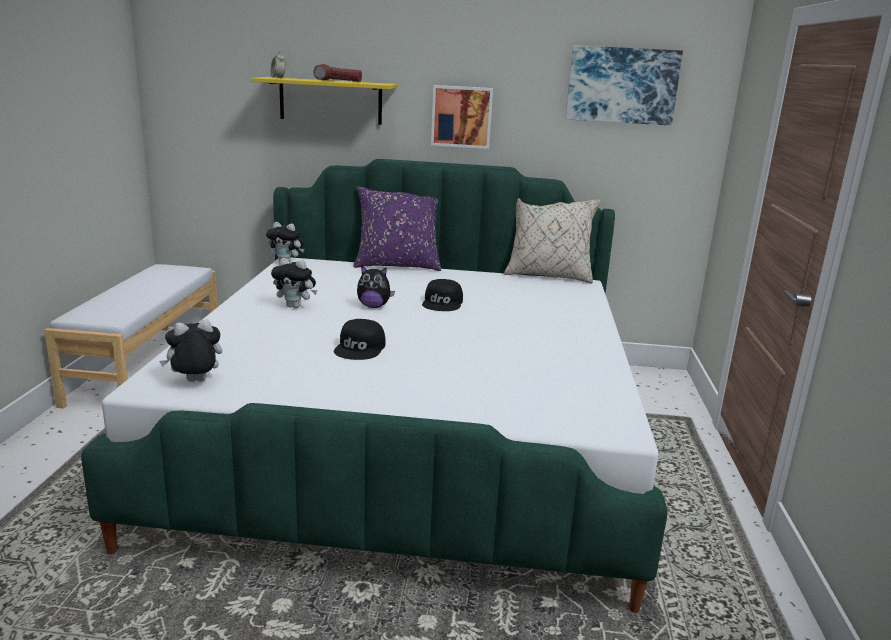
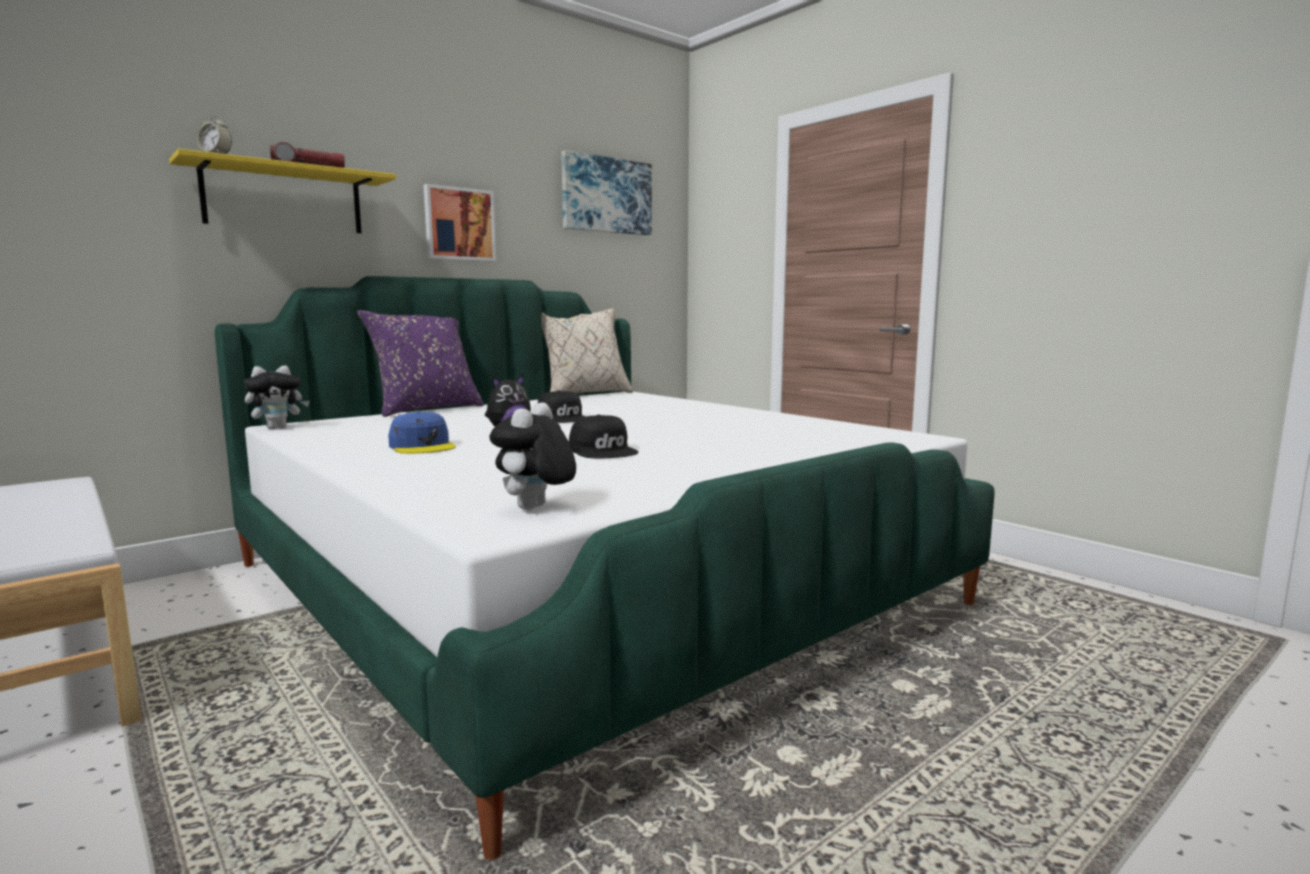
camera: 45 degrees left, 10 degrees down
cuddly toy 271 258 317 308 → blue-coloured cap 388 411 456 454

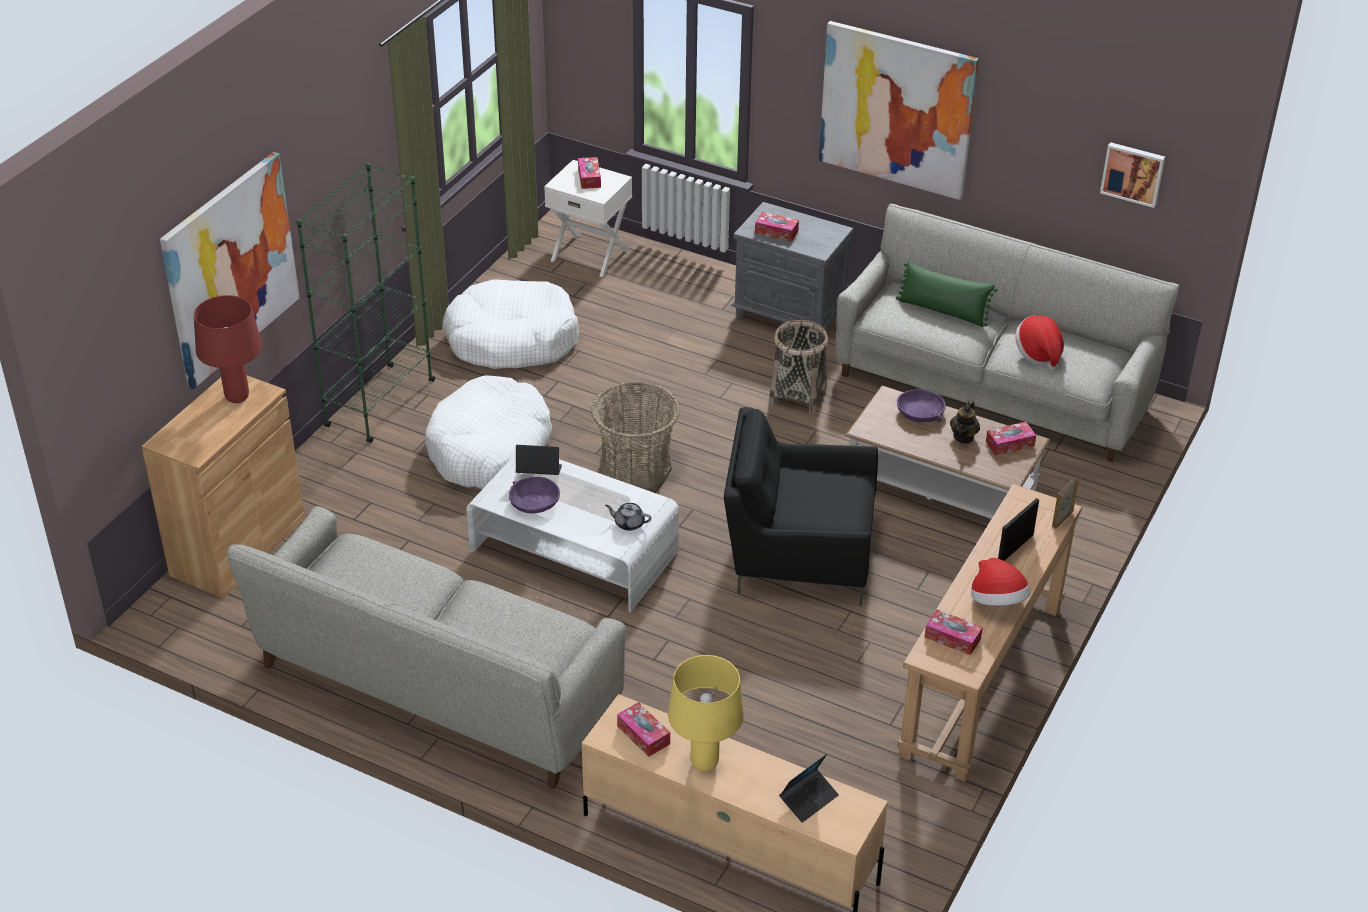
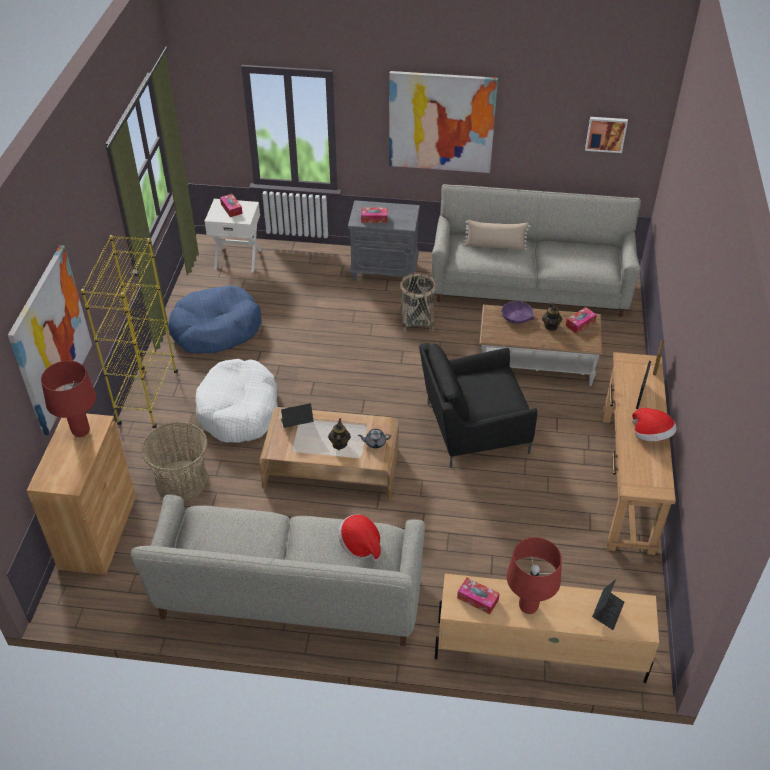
camera: 20 degrees left, 5 degrees up
purple bowl 509 477 560 514 → -
tissue box 925 609 983 655 → -
- → pot for tea 328 418 351 450
basket 591 381 680 489 → basket 141 421 209 502, shifted
clothing hat 1015 315 1064 371 → clothing hat 338 514 381 562, shifted
greenish bookcase 297 163 435 443 → yellowish bookcase 81 235 178 428
whitish dog cushion 443 279 579 369 → blue-coloured dog cushion 168 285 262 354
whitish coffee table 467 453 679 613 → brownish coffee table 259 407 399 502
yellowish table lamp 668 655 744 772 → red-coloured table lamp 507 537 562 614
greenish throw pillow 896 261 997 327 → beige throw pillow 463 220 530 251

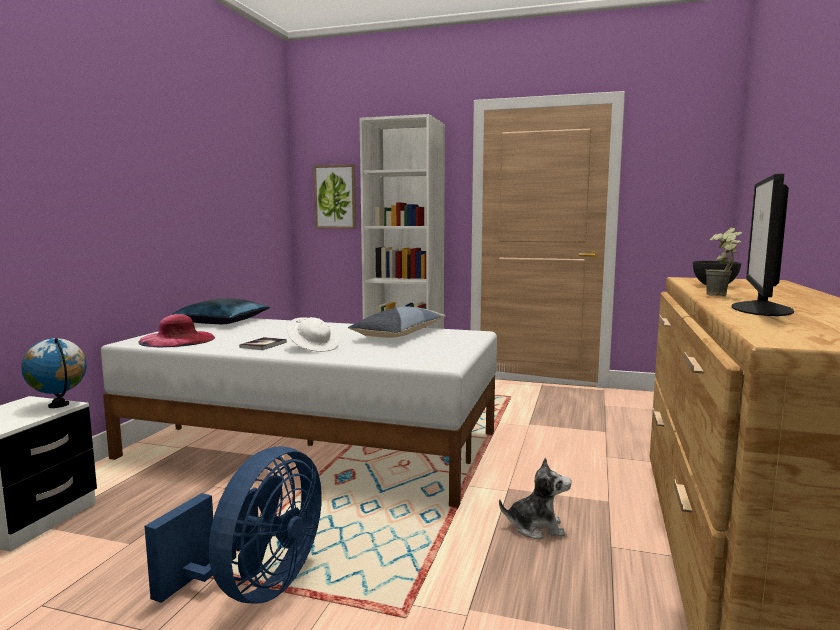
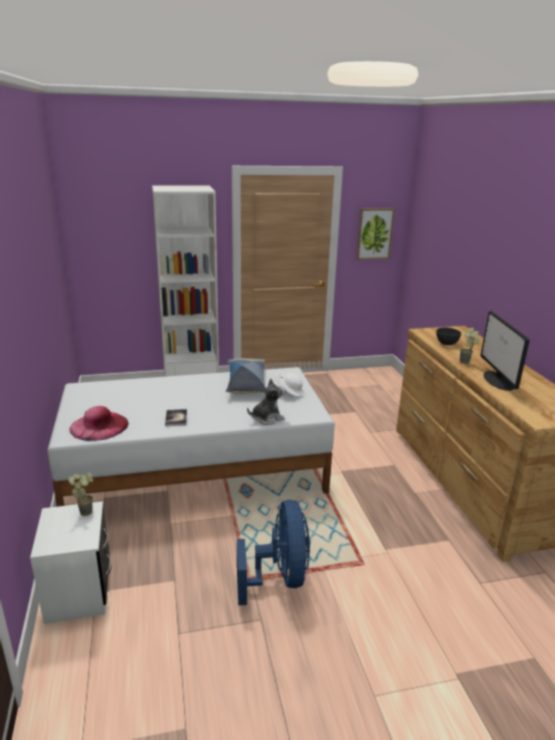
camera: 30 degrees left, 15 degrees up
blue-coloured throw pillow 171 298 270 324 → -
whitish clothing hat 287 317 340 352 → whitish clothing hat 276 372 306 397, shifted
wall picture 313 164 356 229 → wall picture 356 208 395 260, shifted
cuddly toy 499 457 571 539 → cuddly toy 247 379 286 425, shifted
desk globe 21 338 87 408 → plant in a pot 68 472 93 516

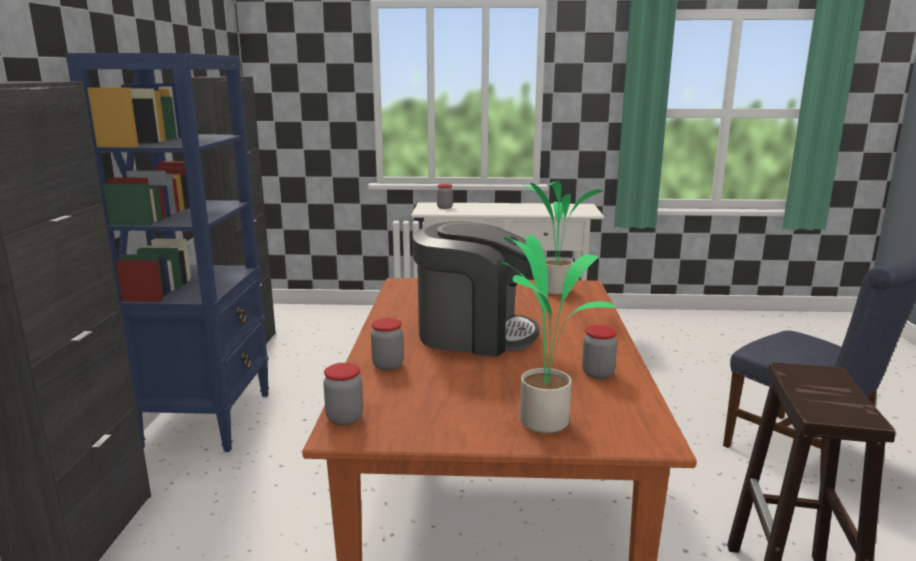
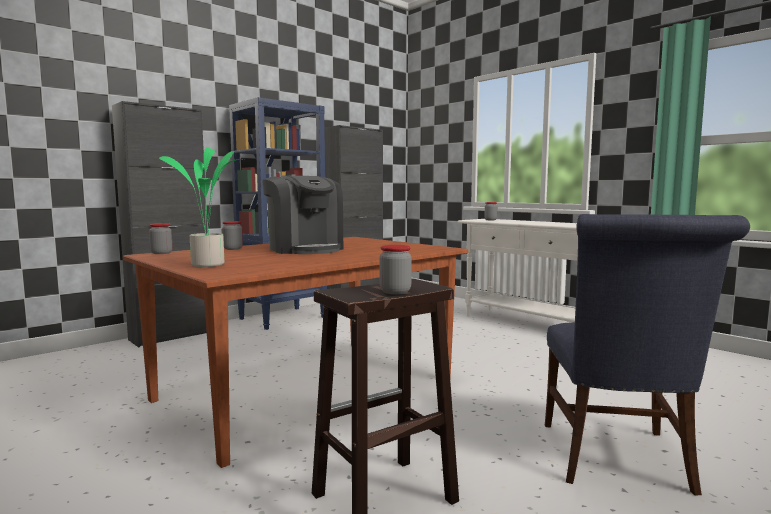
camera: 45 degrees right, 10 degrees down
plant in a pot 523 181 603 295 → -
storage jar 582 325 617 379 → storage jar 379 245 412 294, shifted

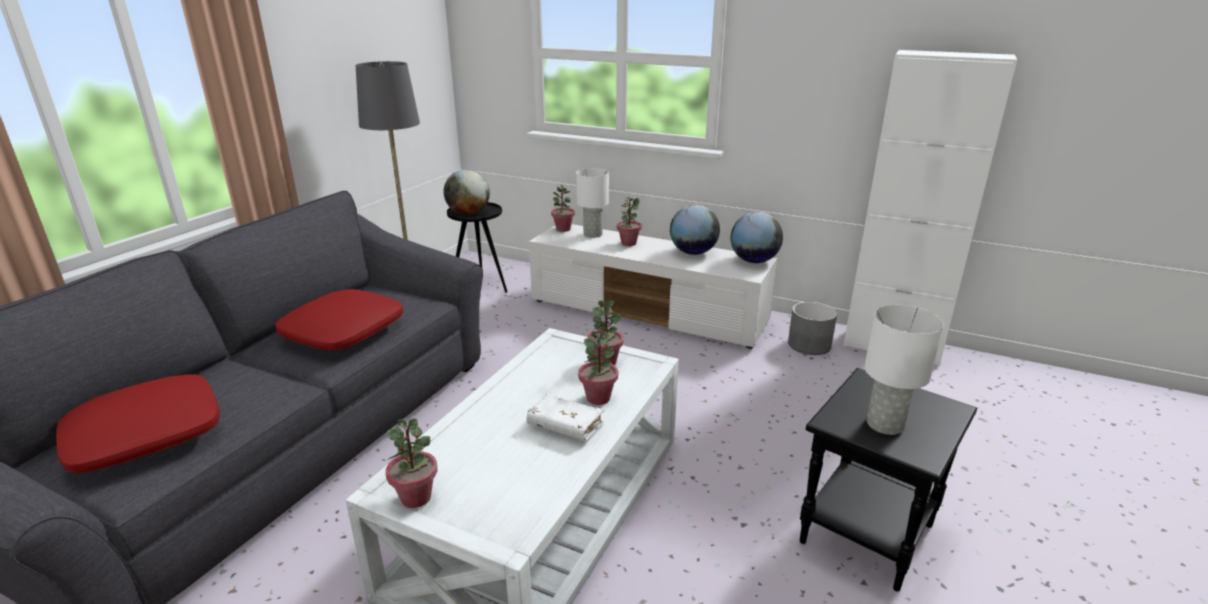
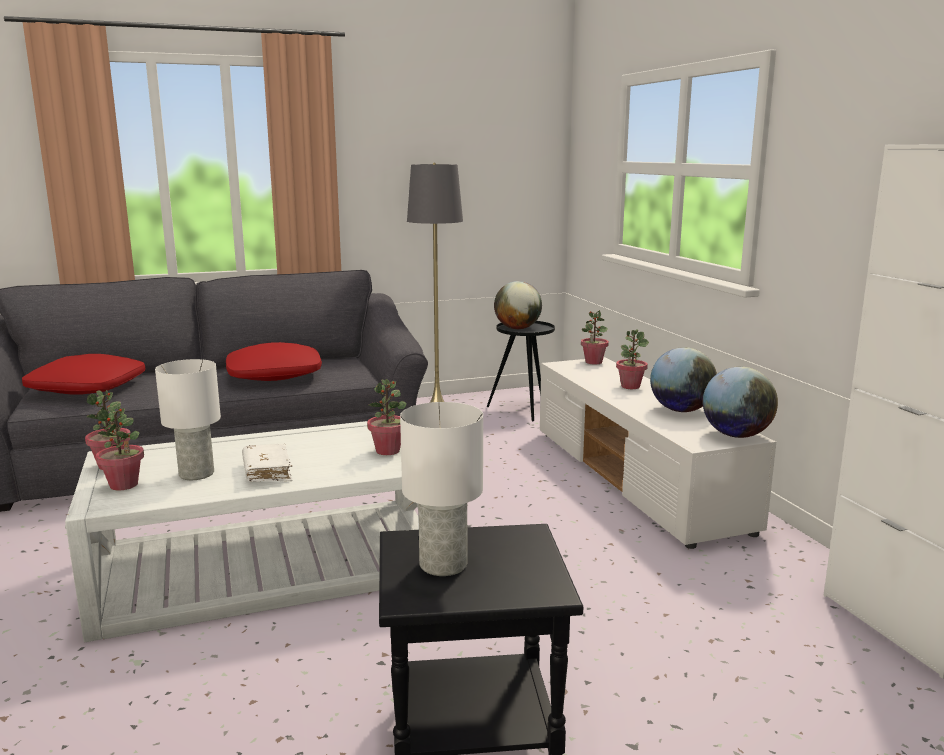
camera: 45 degrees right, 10 degrees down
gray flower pot 788 302 837 355 → -
whitish table lamp 576 168 609 238 → whitish table lamp 155 359 221 480, shifted
plant in a pot 578 331 618 405 → plant in a pot 96 405 144 490, shifted

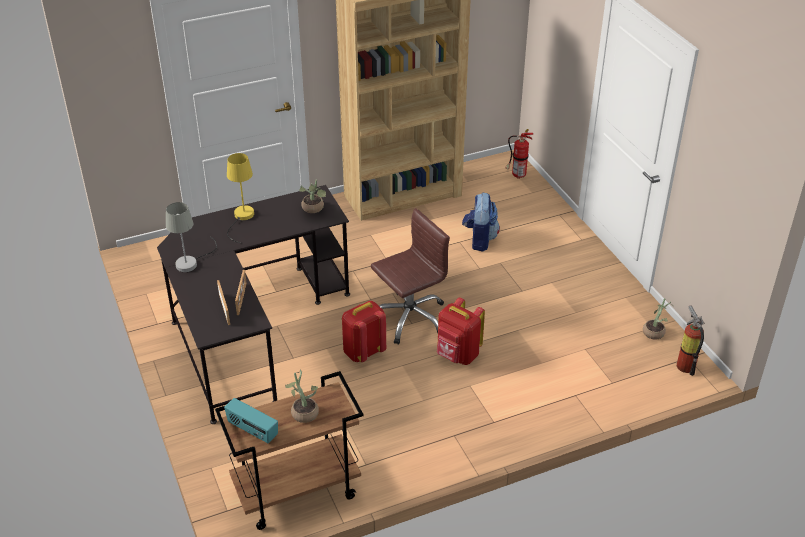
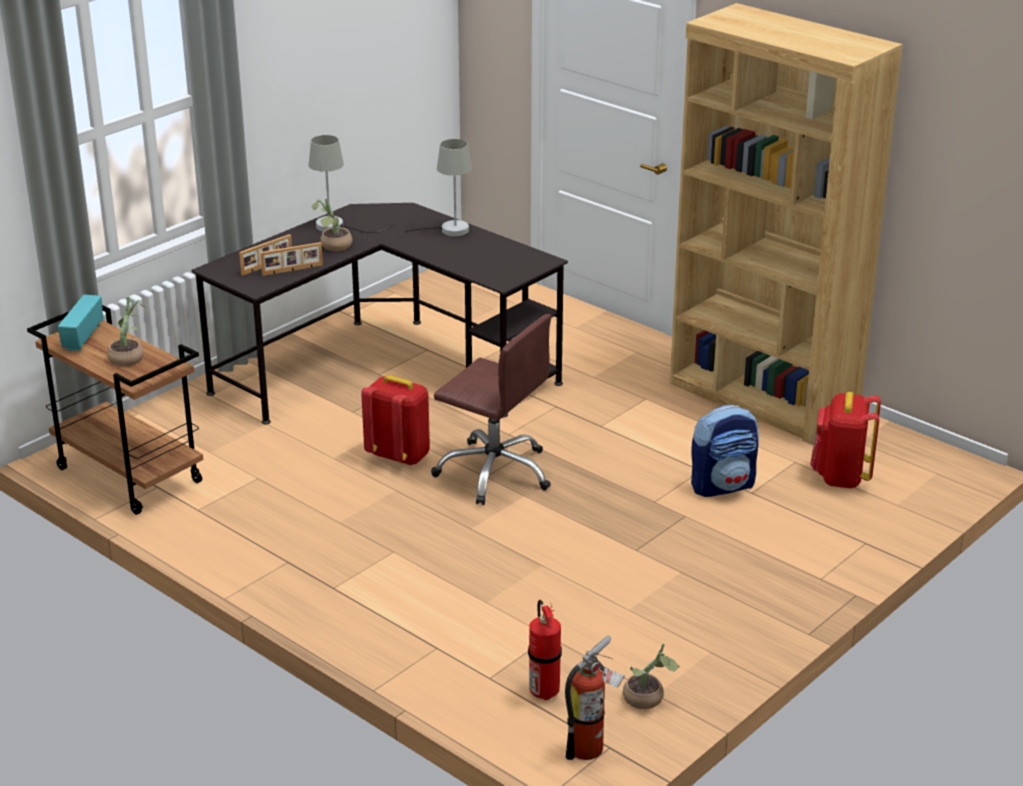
camera: 65 degrees right, 10 degrees down
plant in a pot 299 179 326 213 → plant in a pot 312 198 352 251, shifted
red-coloured backpack 437 297 485 365 → red-coloured backpack 810 392 881 488, shifted
fire extinguisher 505 129 533 179 → fire extinguisher 528 600 562 700, shifted
yellowish table lamp 227 153 254 243 → gray table lamp 396 139 472 242

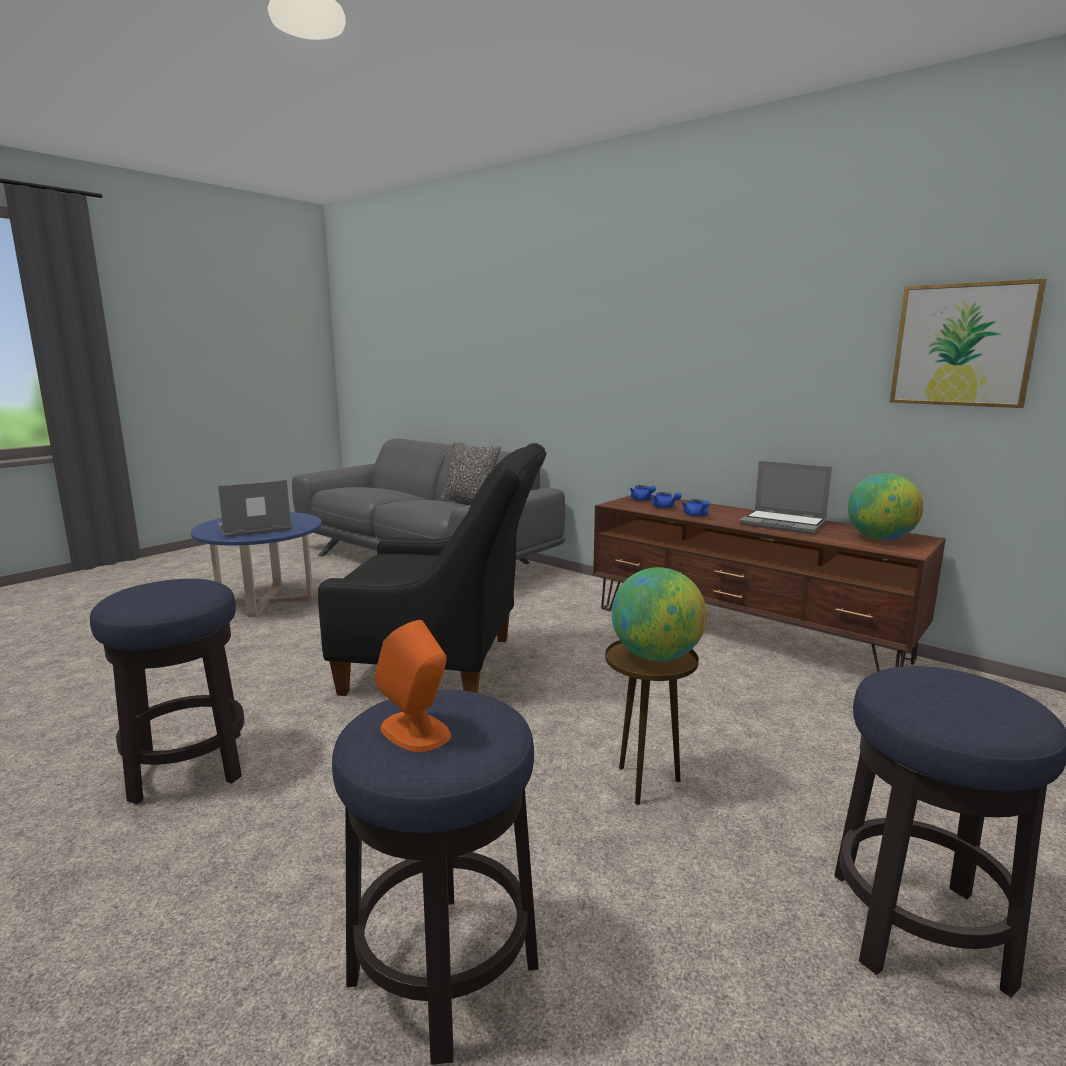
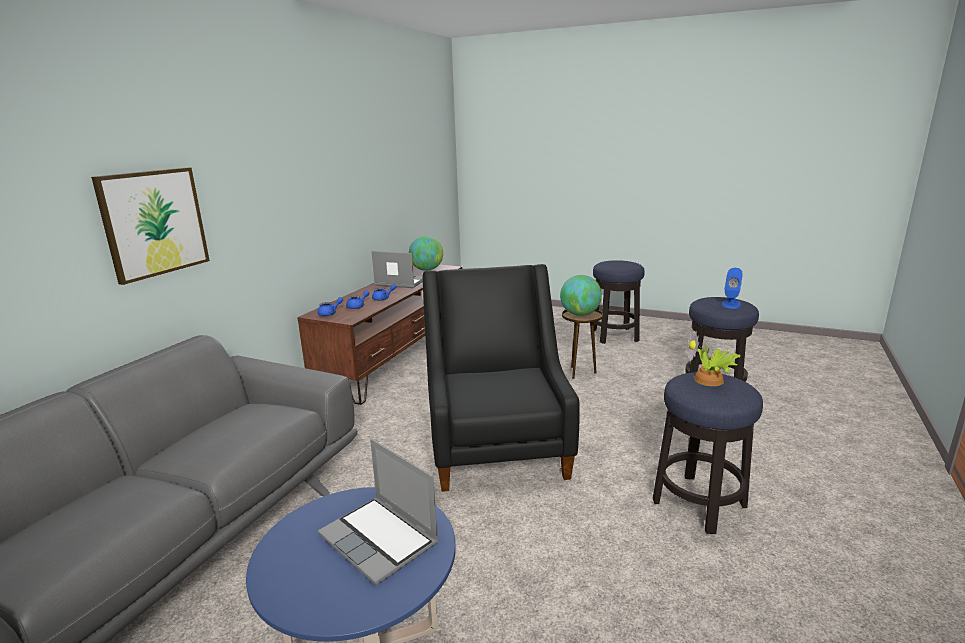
camera: 105 degrees left, 5 degrees up
throw pillow 441 441 501 503 → -
- → plant in a pot 687 331 741 386
wall picture 890 278 1047 408 → wall picture 91 167 210 285, shifted
orangey audio speaker 375 620 451 752 → blue-coloured audio speaker 722 268 743 309
portable computer 739 461 832 534 → portable computer 372 251 423 288, 90 degrees counterclockwise

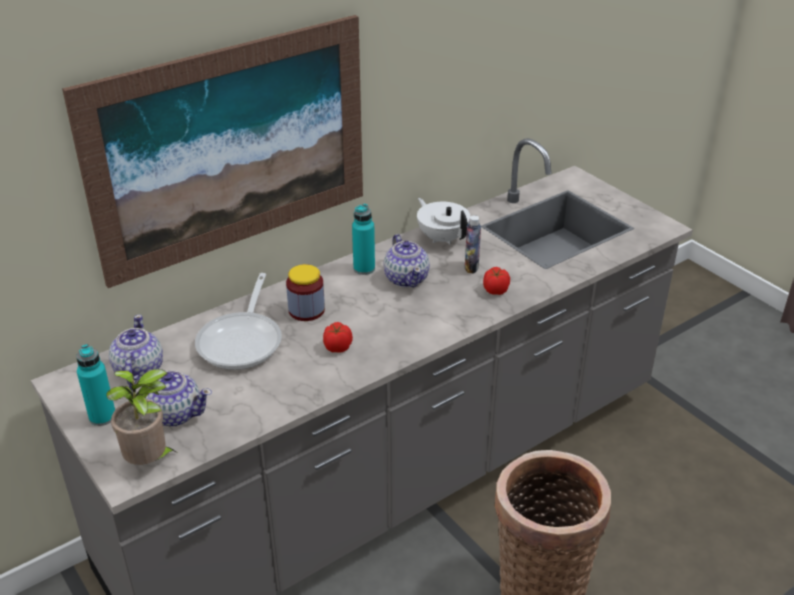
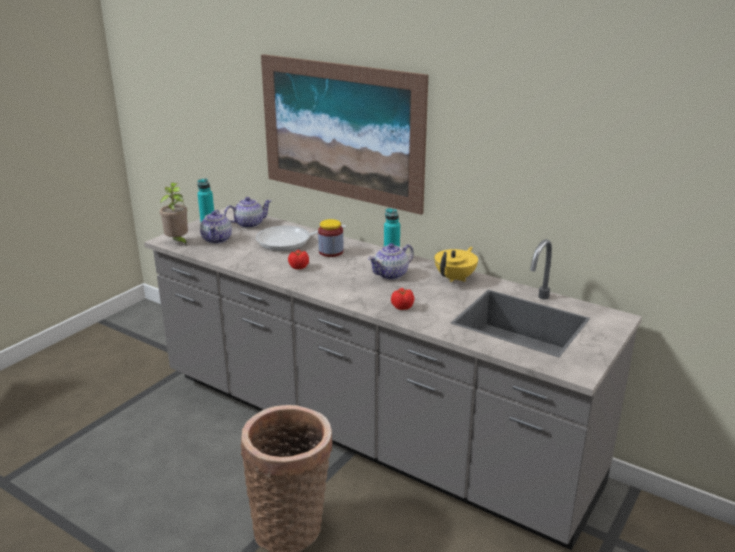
camera: 70 degrees right, 10 degrees down
bottle 465 215 481 273 → -
whitish pot for tea 417 198 470 244 → yellowish pot for tea 434 247 478 283

